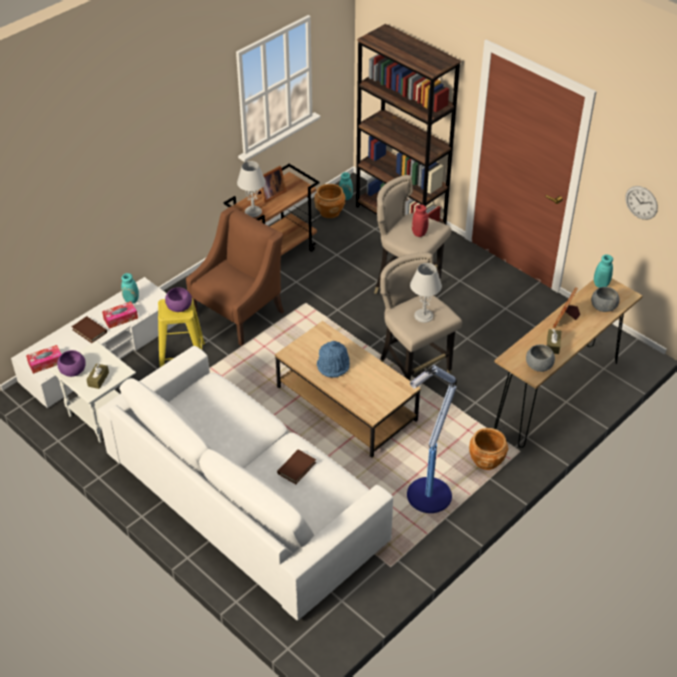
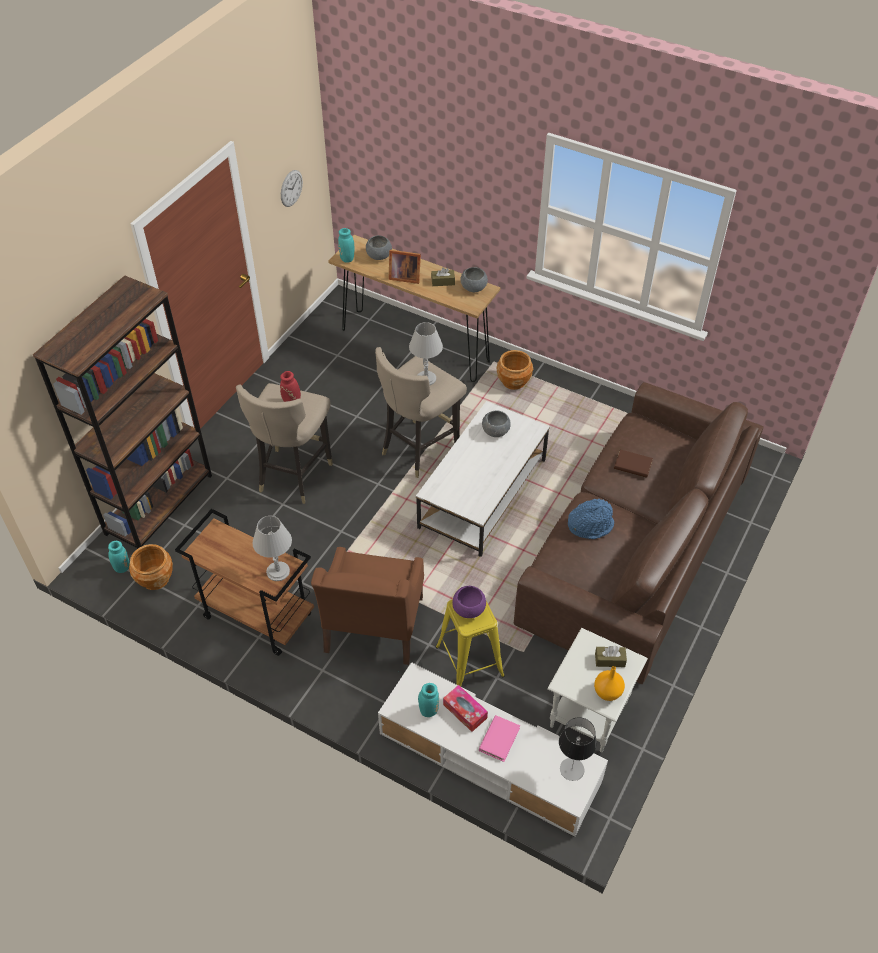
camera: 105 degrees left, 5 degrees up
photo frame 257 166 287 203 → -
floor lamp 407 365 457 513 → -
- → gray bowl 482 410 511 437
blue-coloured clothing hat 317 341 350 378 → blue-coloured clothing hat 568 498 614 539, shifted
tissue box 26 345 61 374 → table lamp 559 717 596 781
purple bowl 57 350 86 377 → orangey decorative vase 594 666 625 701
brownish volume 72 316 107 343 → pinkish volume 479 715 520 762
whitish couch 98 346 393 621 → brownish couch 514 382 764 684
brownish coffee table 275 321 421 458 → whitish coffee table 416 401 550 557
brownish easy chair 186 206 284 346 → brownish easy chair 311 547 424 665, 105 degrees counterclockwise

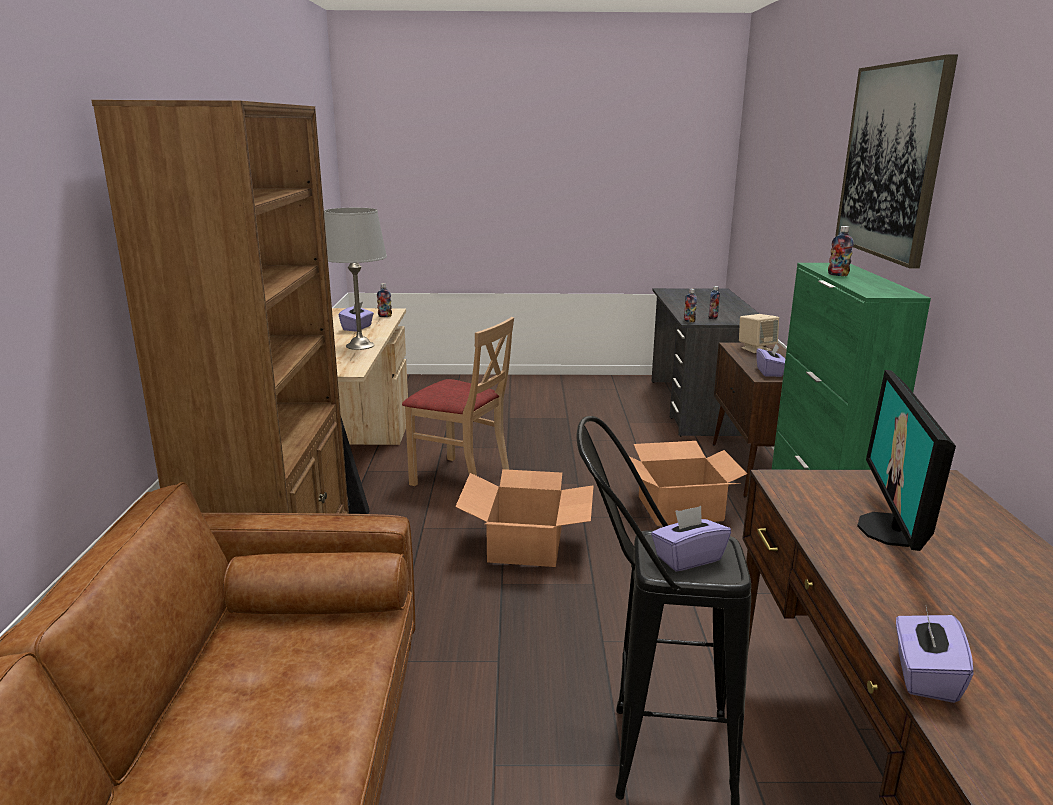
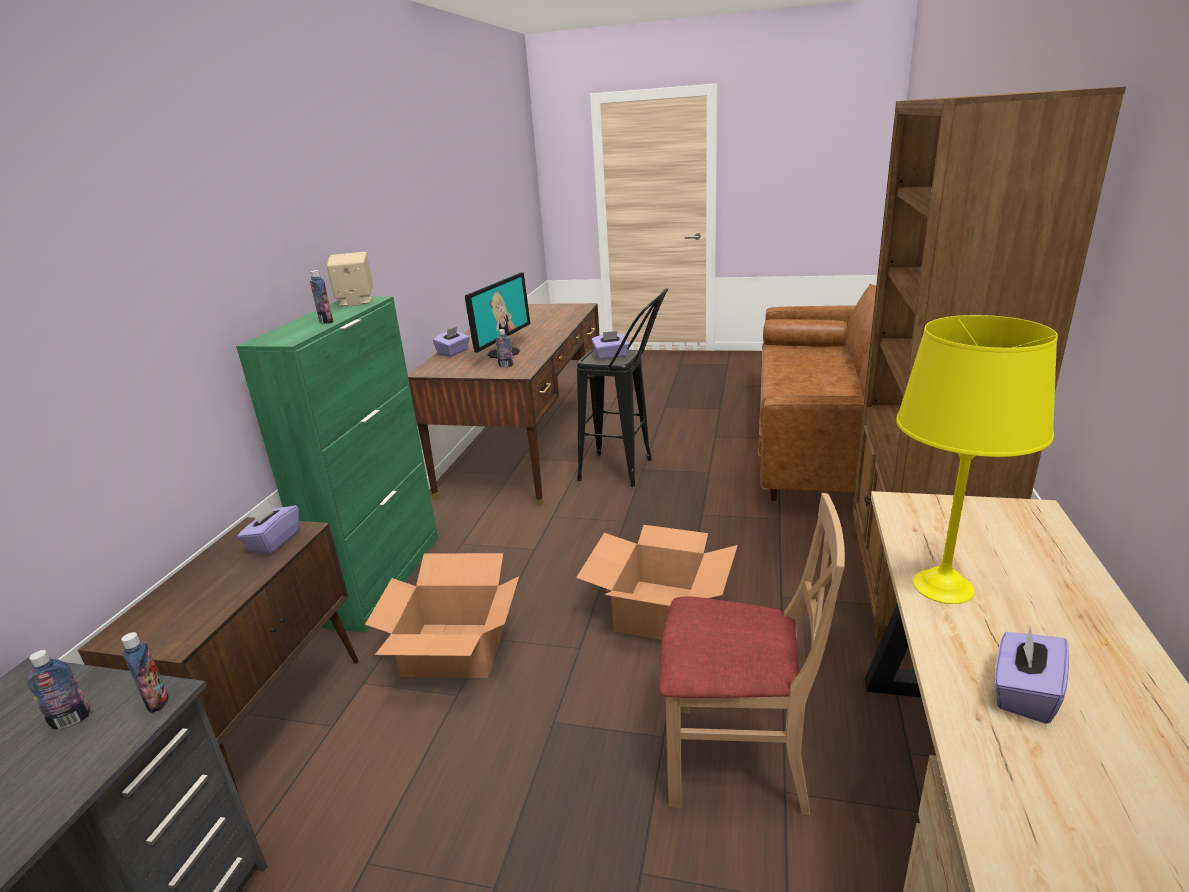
camera: 165 degrees left, 5 degrees up
wall picture 835 54 958 268 → -
bottle 377 283 392 317 → bottle 496 329 513 367, shifted
beige audio speaker 739 314 779 353 → beige audio speaker 327 252 373 307, shifted
purple tissue box 896 607 974 703 → purple tissue box 433 326 470 357, shifted
gray table lamp 324 208 387 350 → yellowish table lamp 896 315 1058 604
beige plain chair 402 317 514 486 → beige plain chair 659 493 845 815, 150 degrees clockwise

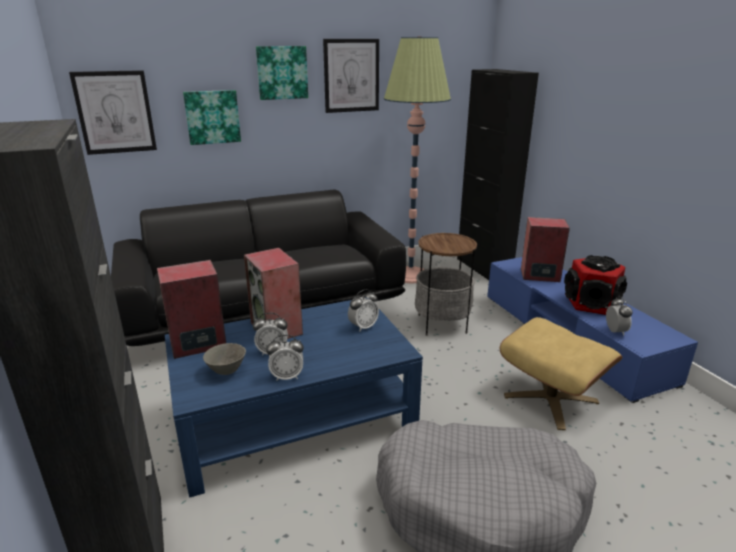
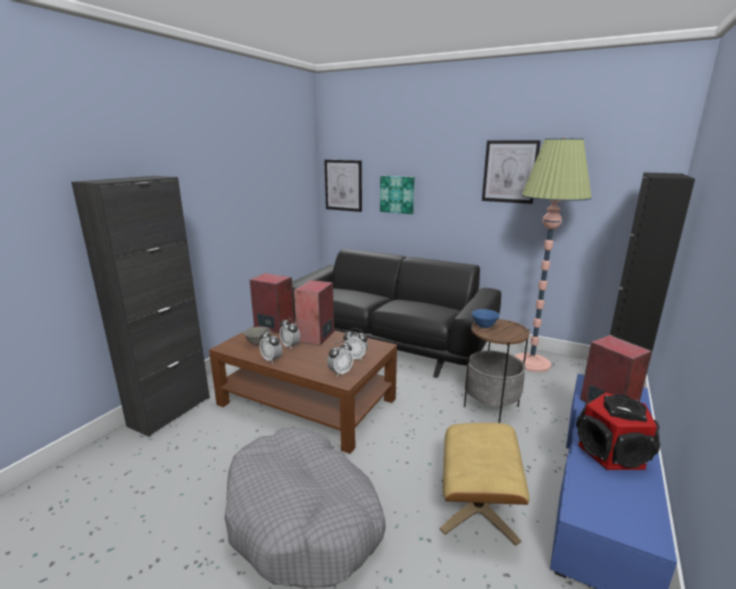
camera: 50 degrees right, 5 degrees down
wall picture 256 46 308 100 → -
- → blue-coloured bowl 472 309 500 328
alarm clock 606 296 633 336 → alarm clock 327 341 353 377, shifted
blue-coloured coffee table 165 297 423 498 → brownish coffee table 209 321 397 454

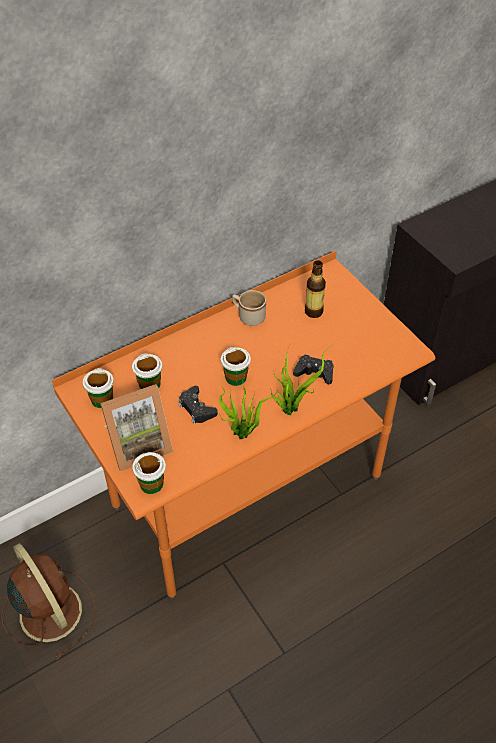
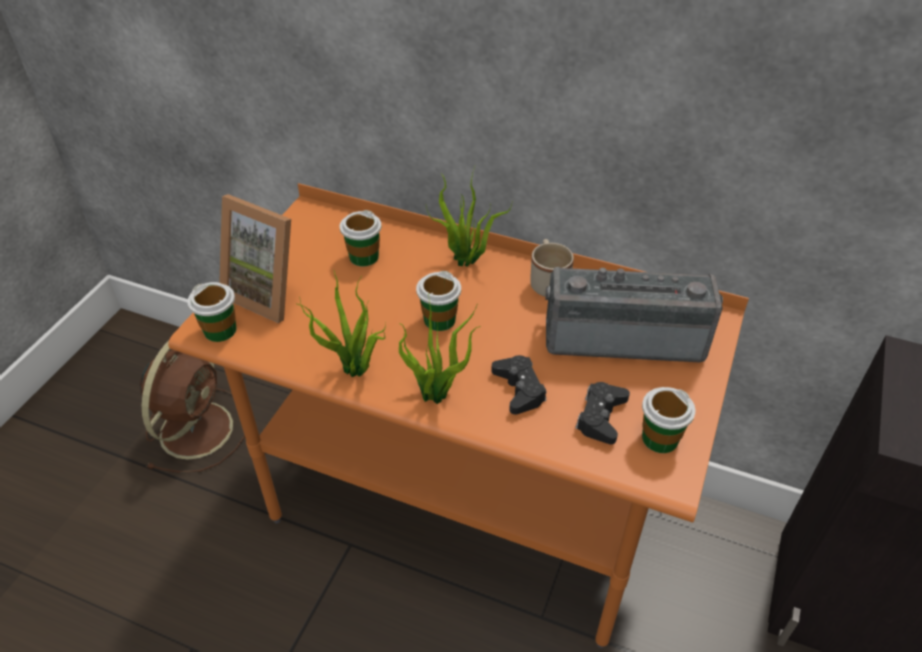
camera: 55 degrees right, 5 degrees down
- → plant in a pot 426 167 512 267
small cup 83 368 114 408 → small cup 642 387 695 453, shifted
black-coloured joypad 179 386 218 424 → black-coloured joypad 575 382 630 444, shifted
bottle 305 260 326 318 → radio set 545 267 723 362

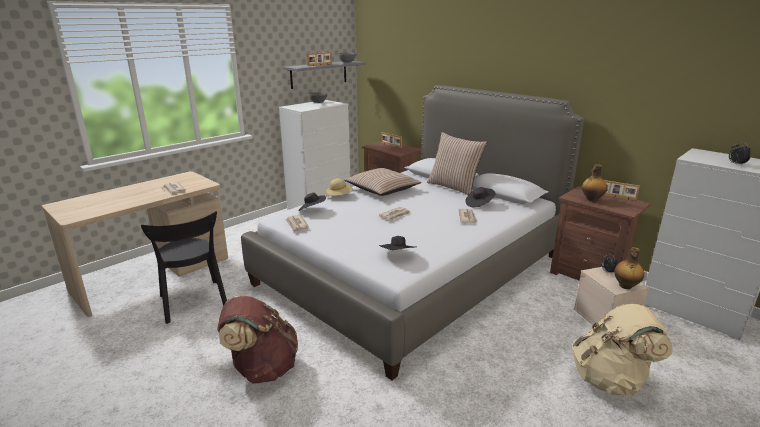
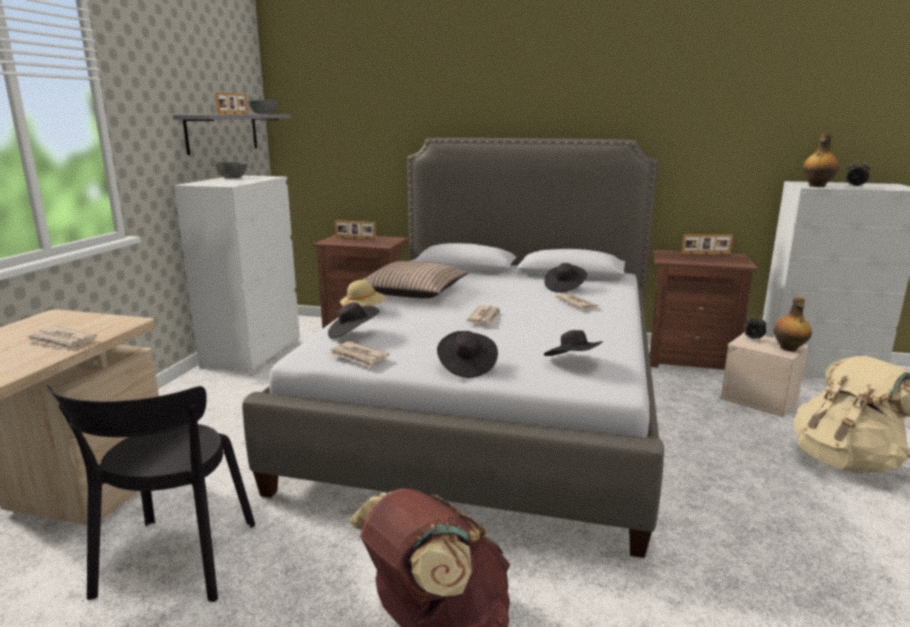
camera: 30 degrees left, 5 degrees down
throw pillow 427 132 487 195 → -
- → black-coloured clothing hat 437 331 498 378
bottle 582 164 607 202 → bottle 802 134 839 187, shifted
black-coloured plain chair 141 211 227 324 → black-coloured plain chair 45 385 255 602, 60 degrees clockwise

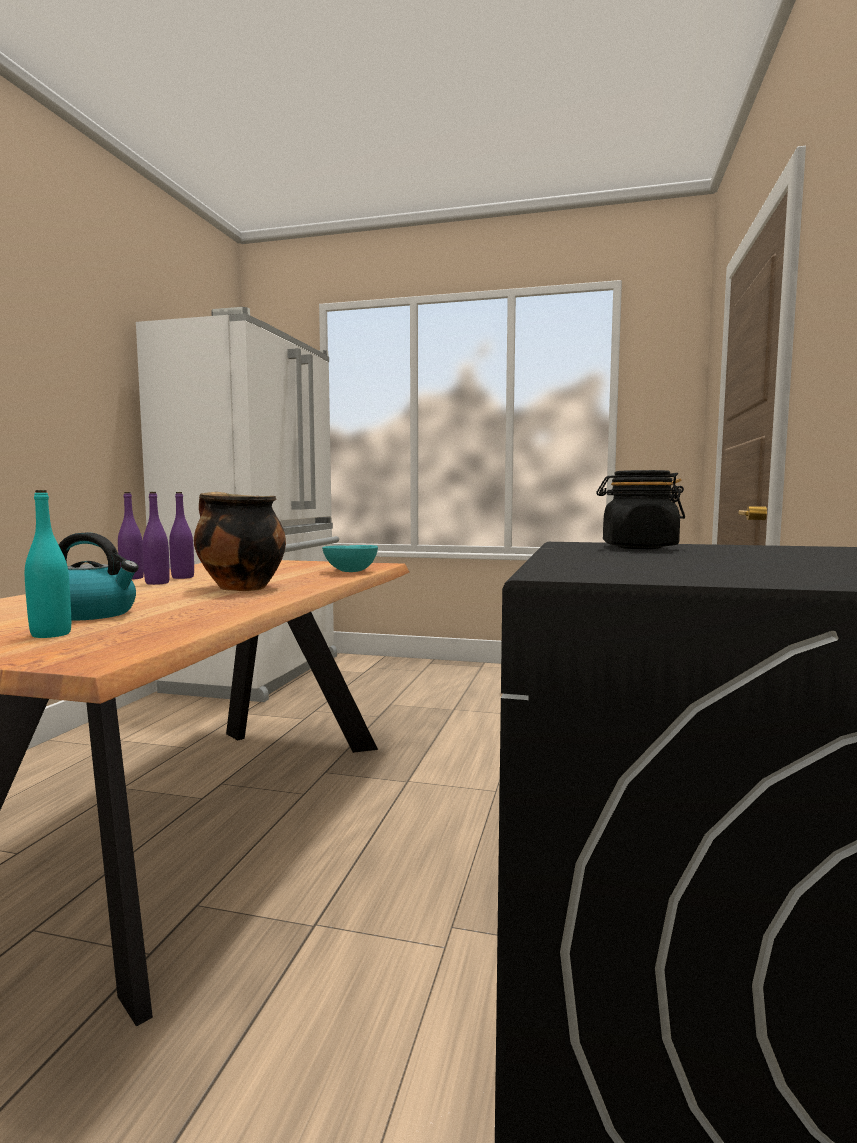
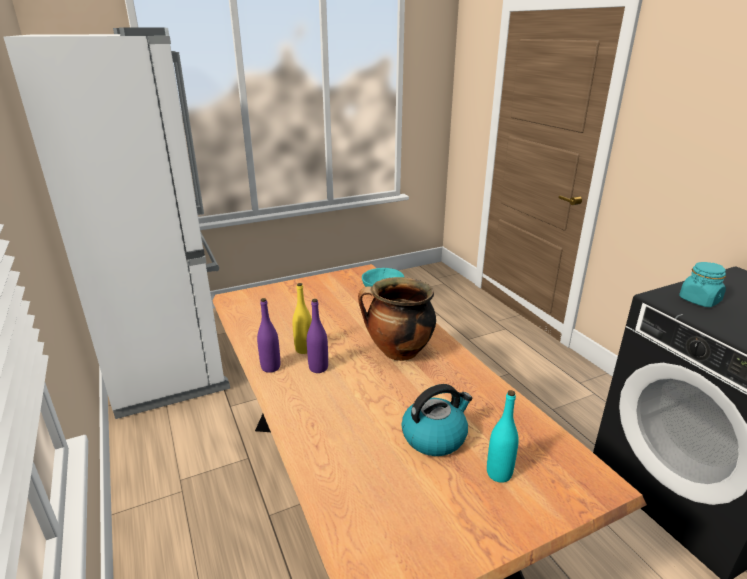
camera: 40 degrees left, 20 degrees up
purple bottle 169 492 194 579 → yellowish bottle 292 283 312 354
black-coloured storage jar 596 470 685 549 → turquoise-coloured storage jar 679 262 726 307

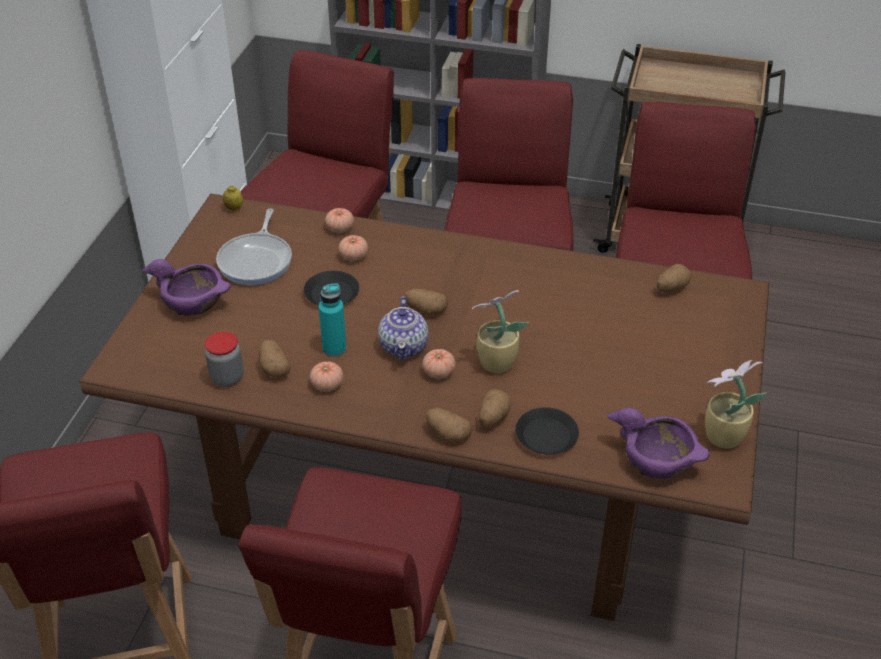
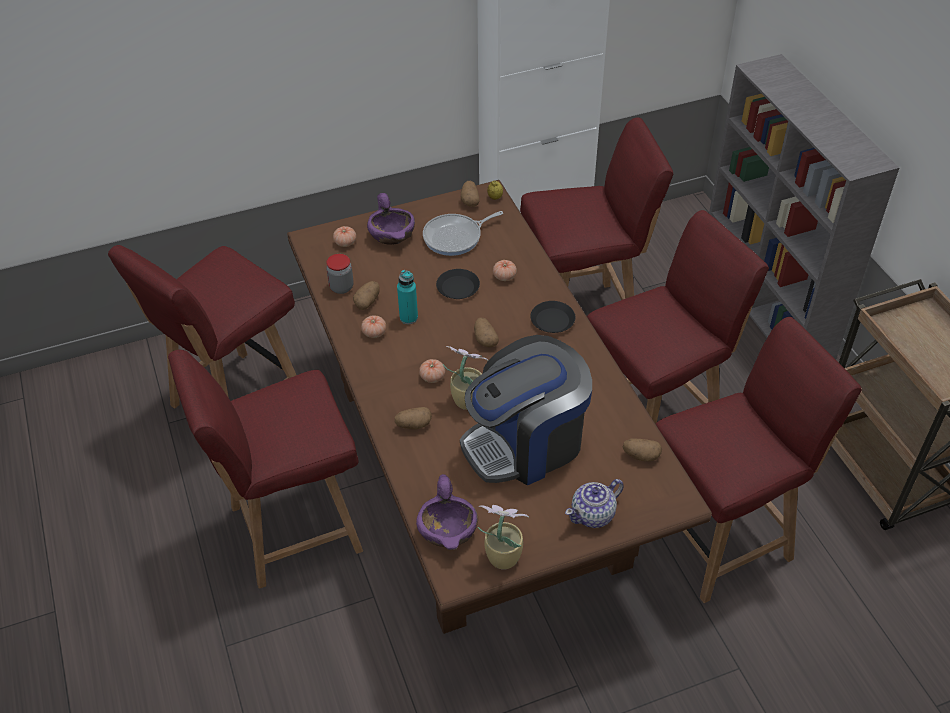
camera: 55 degrees right, 5 degrees up
- → coffee machine 460 335 592 485
tomato 325 208 354 233 → tomato 333 226 356 247, shifted
pot for tea 378 296 428 360 → pot for tea 565 479 623 528, shifted
potato 426 408 473 442 → potato 461 181 480 207, shifted
black-coloured dinner plate 515 407 579 455 → black-coloured dinner plate 530 301 575 333, shifted

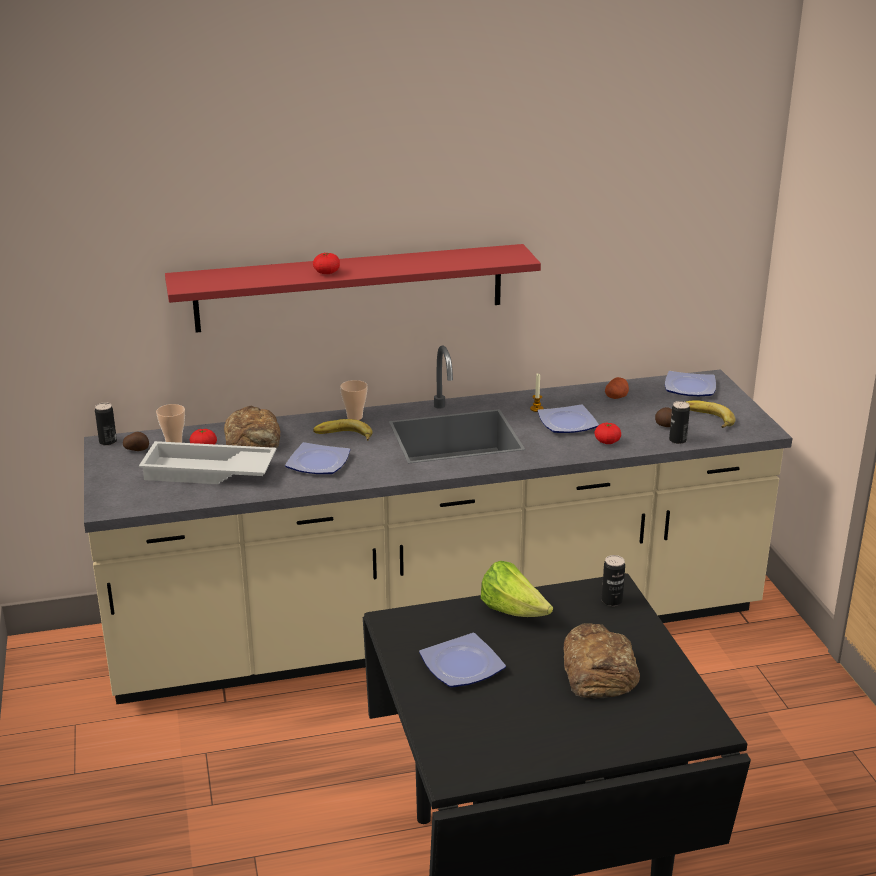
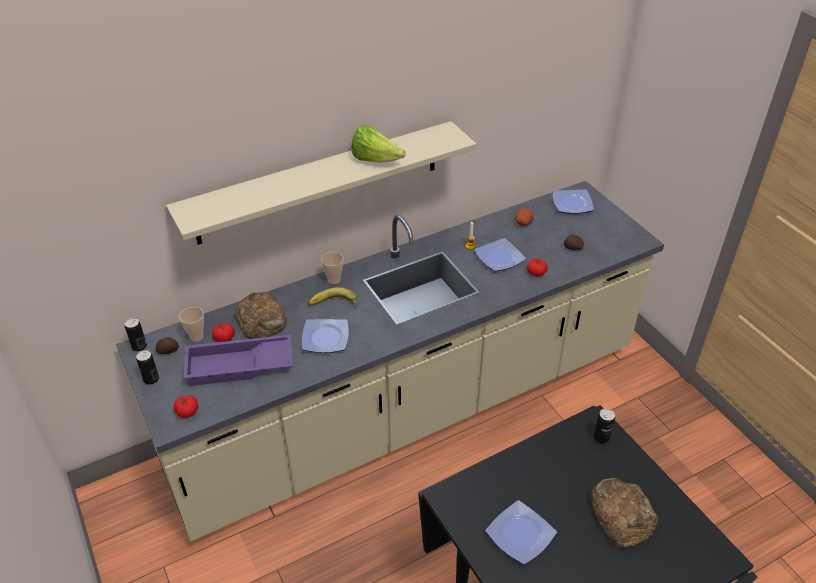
camera: 15 degrees left, 15 degrees up
whole banana 686 400 736 428 → -
tomato 313 253 340 274 → tomato 174 395 198 418, shifted
lettuce head 481 561 553 617 → lettuce head 352 125 406 162, shifted
can 669 401 690 444 → can 136 350 159 385, shifted
whitish tray 139 441 276 484 → purple tray 183 334 293 386
red-coloured wall shelf 165 244 541 333 → beige wall shelf 166 121 476 245

